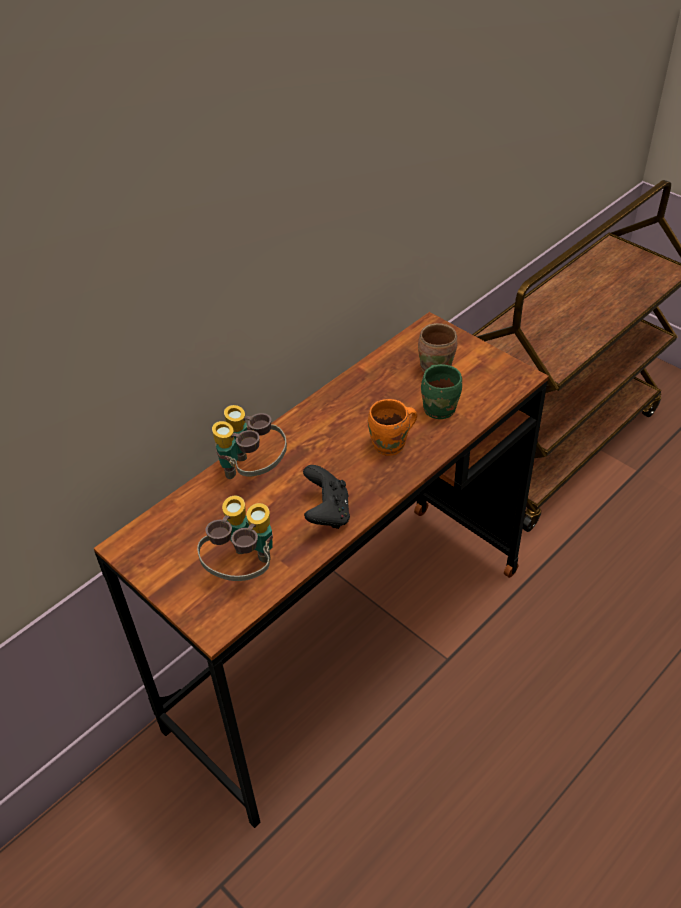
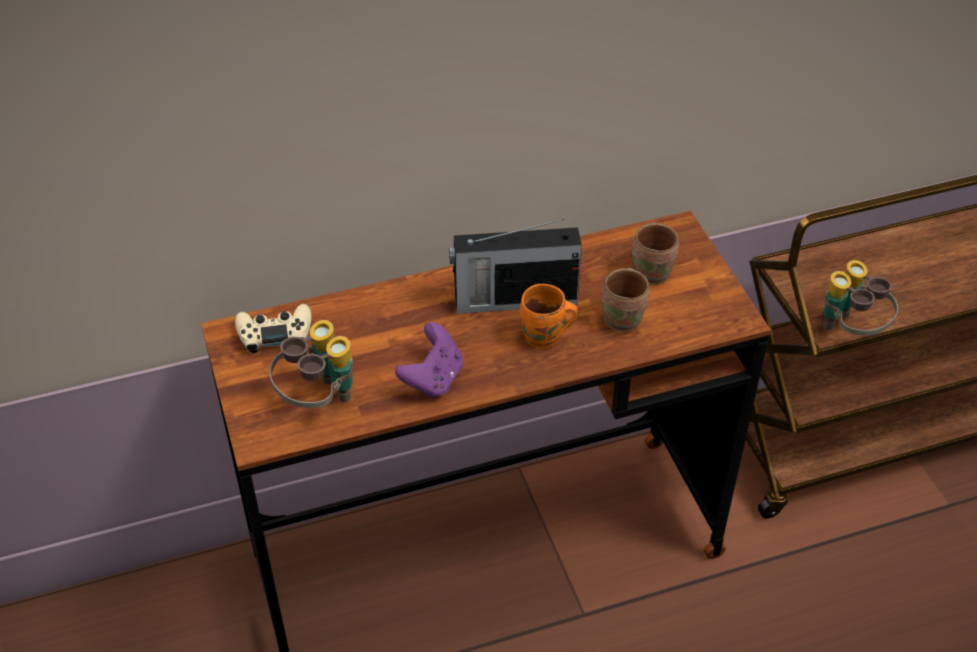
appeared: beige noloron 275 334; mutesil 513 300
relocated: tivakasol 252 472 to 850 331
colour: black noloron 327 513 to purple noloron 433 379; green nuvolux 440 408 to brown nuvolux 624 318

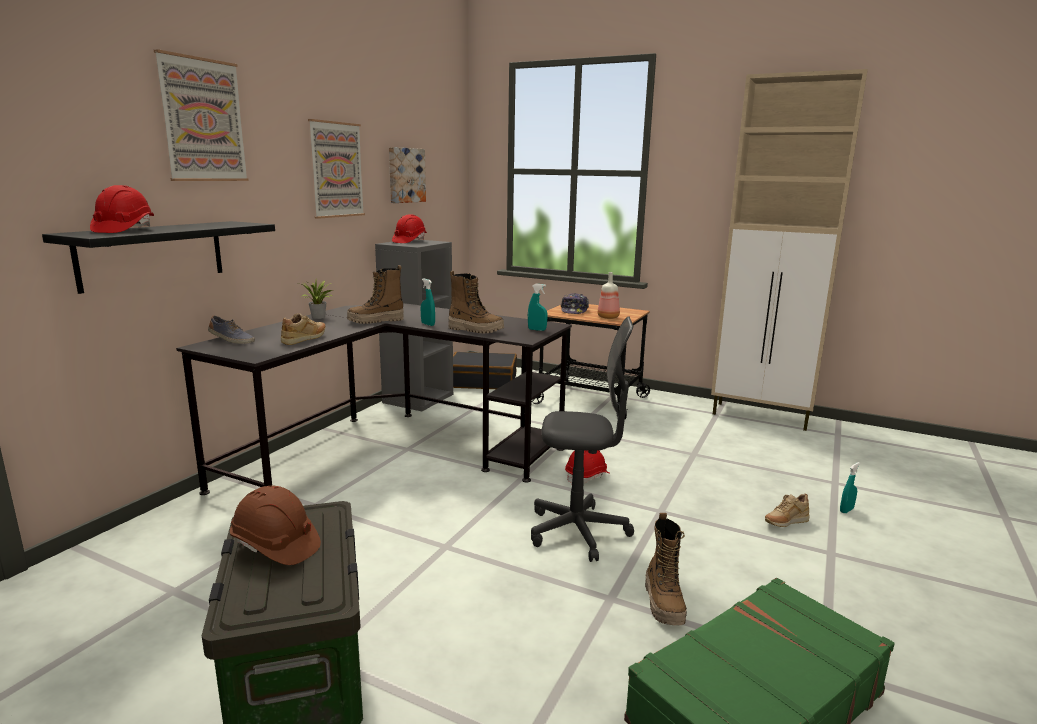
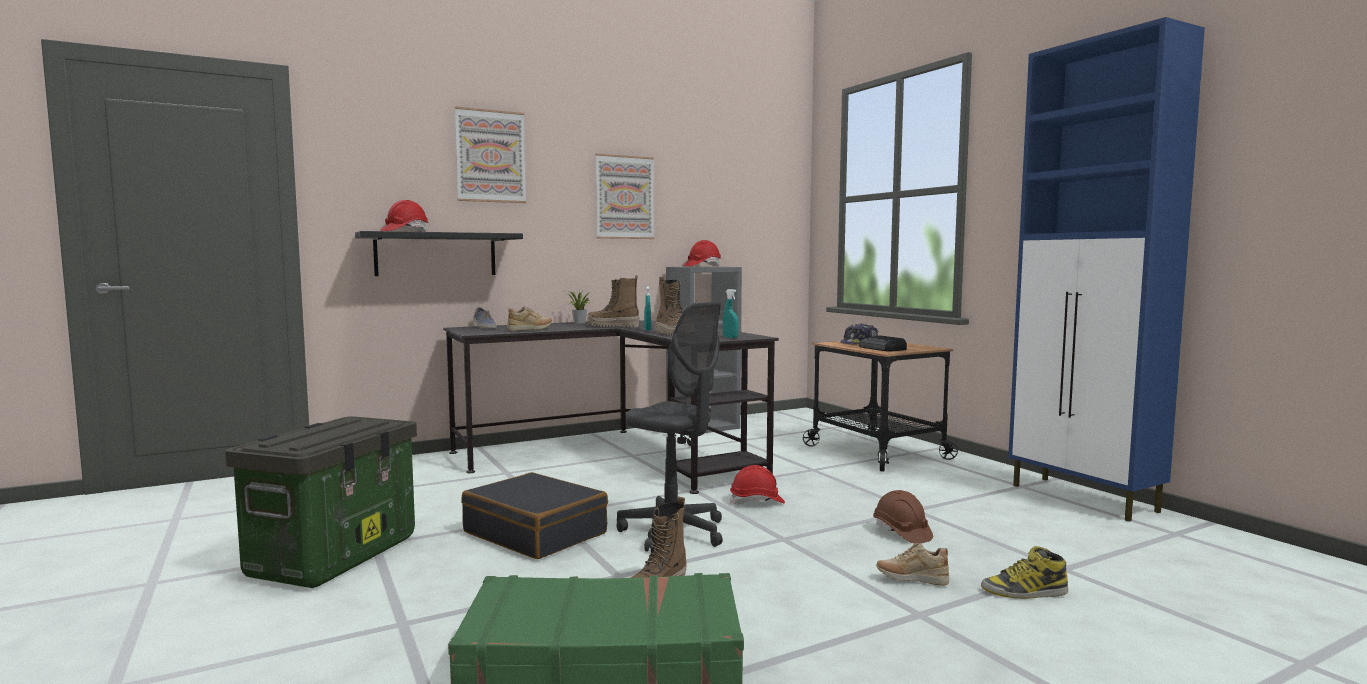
missing: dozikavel 405 175
relocated: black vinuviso 482 381 to 536 533; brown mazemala 275 546 to 901 533
exchanged: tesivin 609 317 to mutesil 882 349; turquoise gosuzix 846 510 to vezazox 1024 592
colour: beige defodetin 761 416 to blue defodetin 1084 499

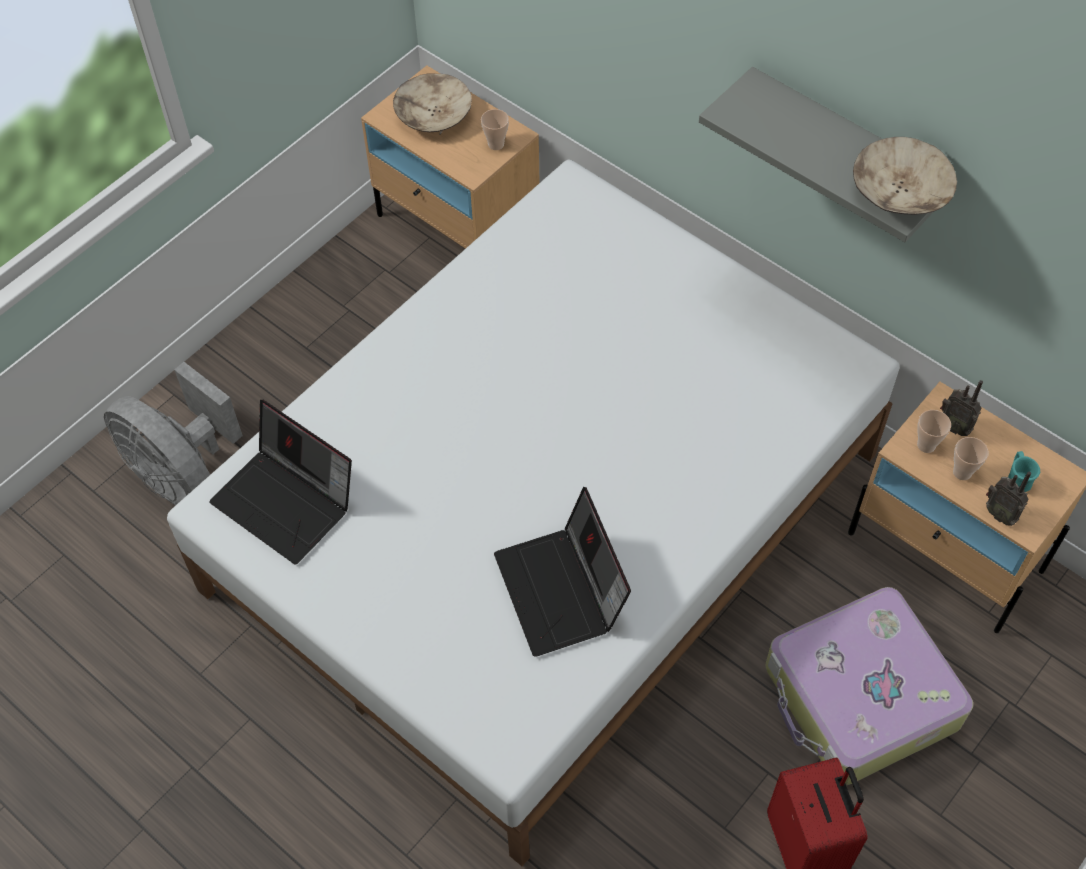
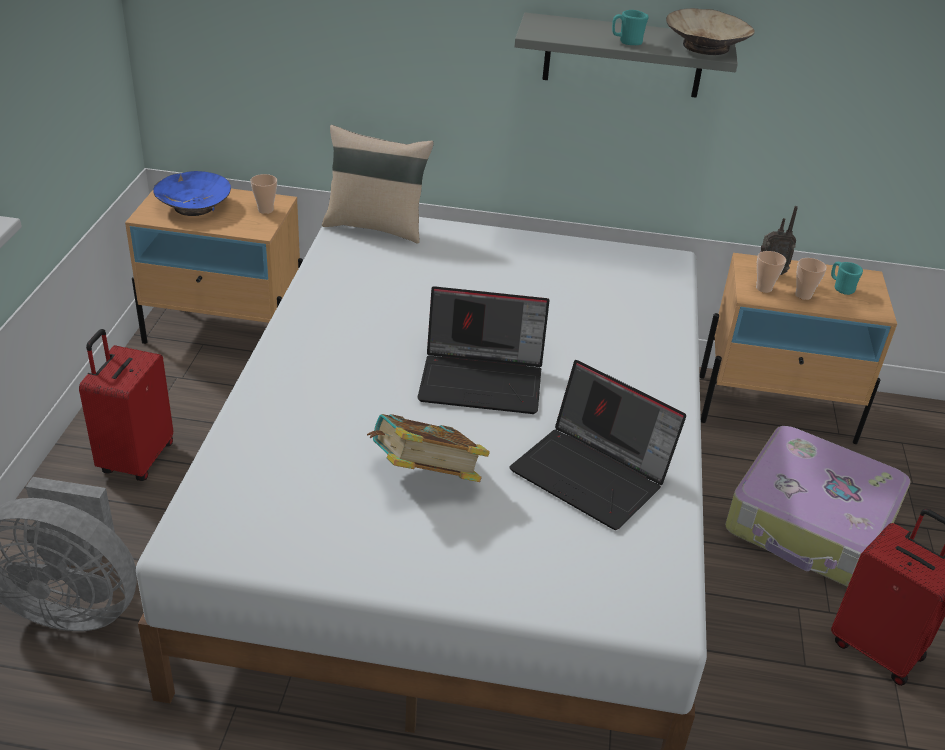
missing: mutesil 1000 514
appeared: red vinuviso 135 459; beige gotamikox 376 226; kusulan 425 477; turquoise nuvolux 627 42
relocated: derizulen 287 502 to 483 379
colour: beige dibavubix 433 116 to blue dibavubix 193 206

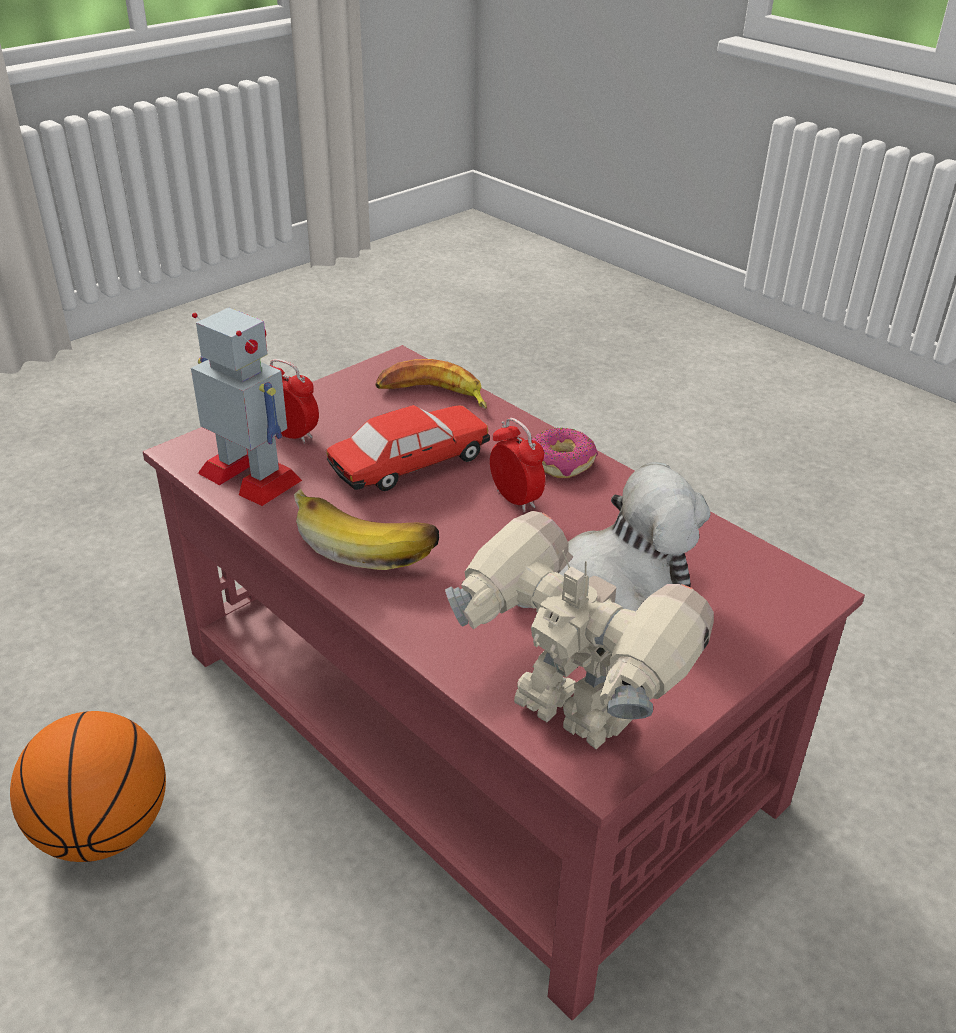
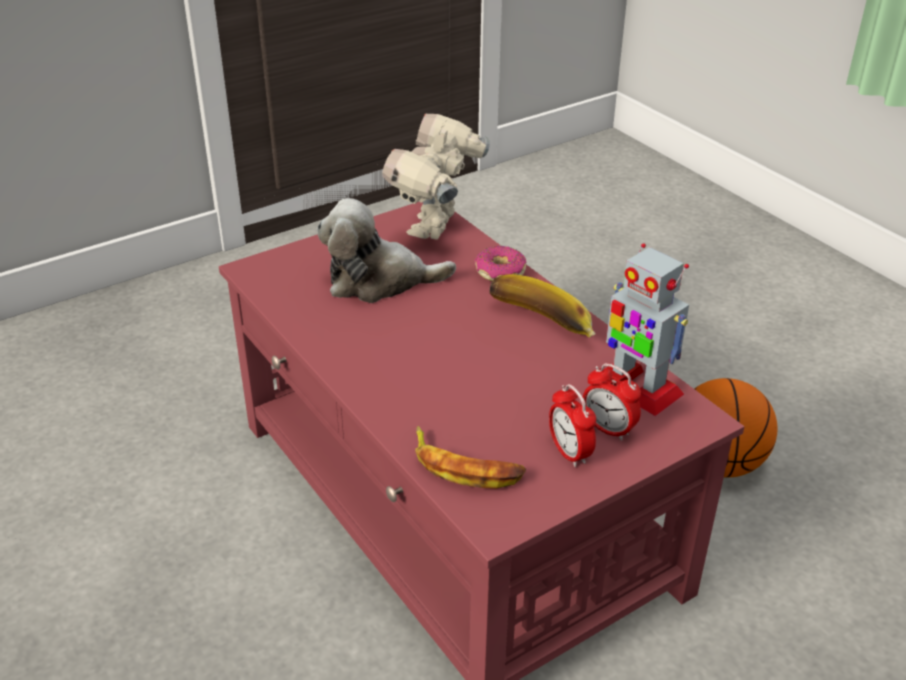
missing: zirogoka 410 464
relocated: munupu 562 462 to 500 272; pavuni 515 499 to 569 453
spun: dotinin 566 718 = 436 227 60 degrees clockwise

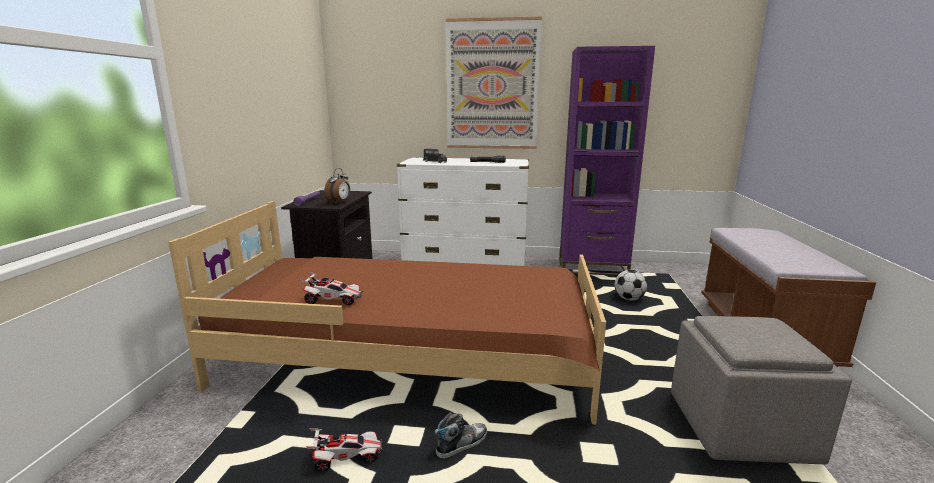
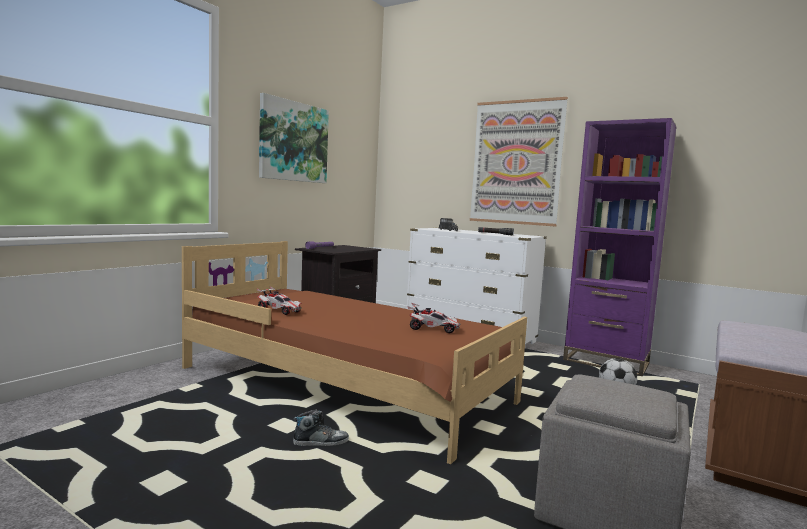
missing: pavuni 339 202
appeared: dozikavel 293 141
relocated: zirogoka 346 457 to 433 329

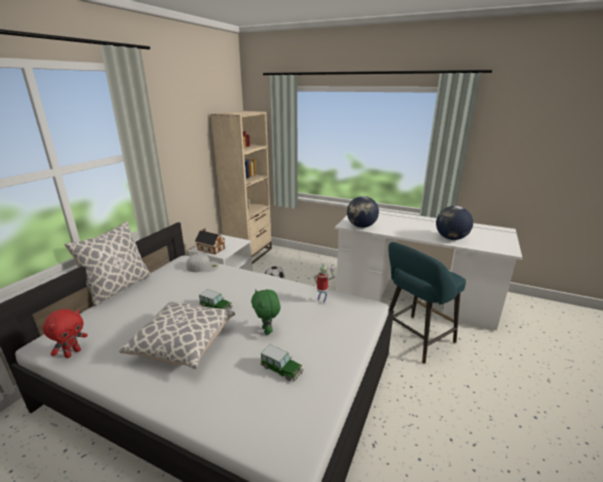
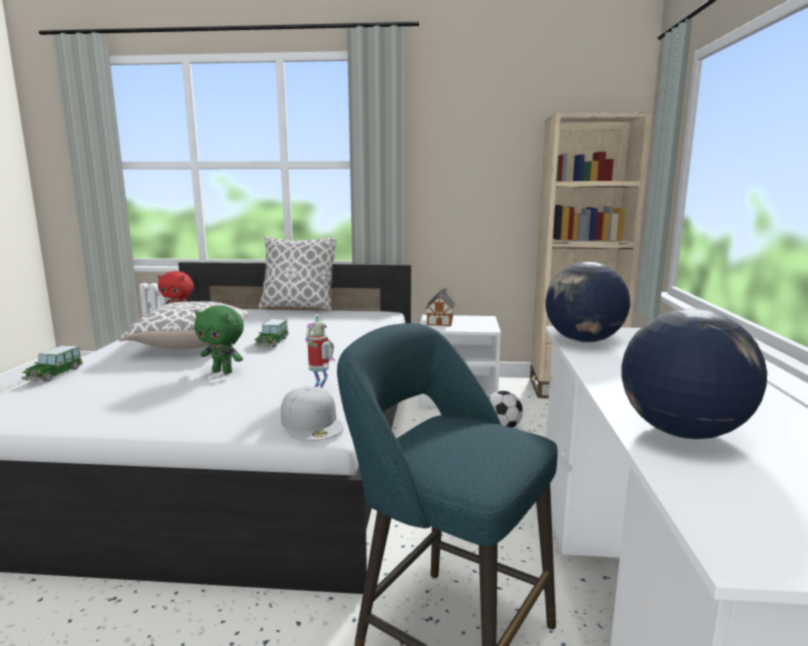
relocated: zirogoka 281 369 to 54 374; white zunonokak 203 266 to 312 423
spun: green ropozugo 267 330 = 223 372 120 degrees counterclockwise

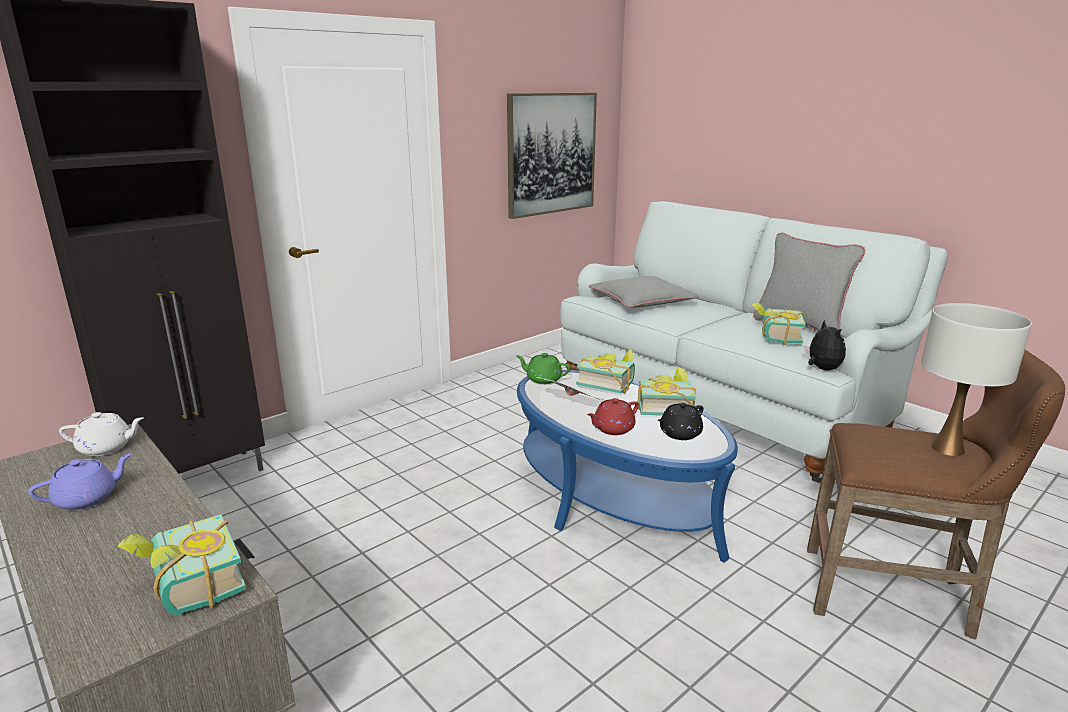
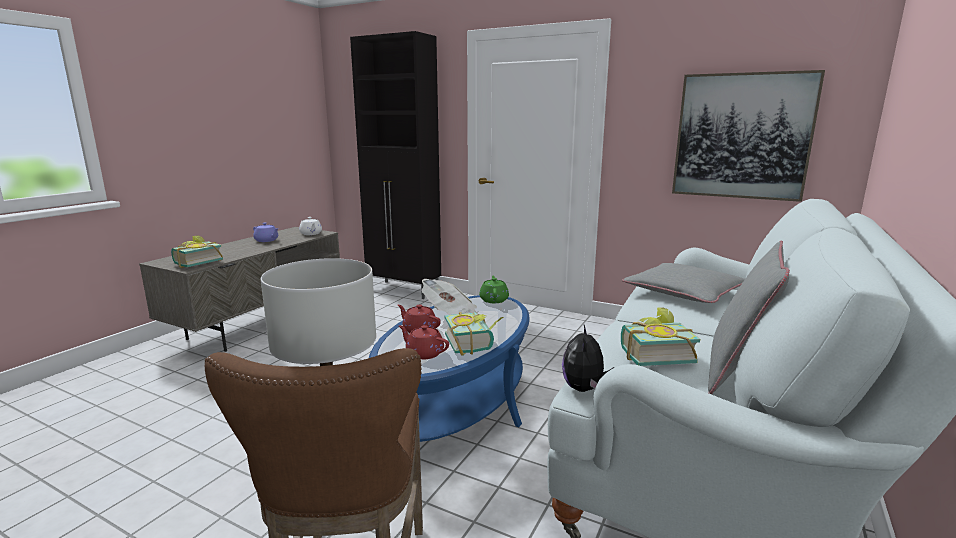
missing: kusulan 607 383
colour: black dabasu 679 434 to red dabasu 424 353
spun: ropozugo 821 369 = 584 389 135 degrees clockwise

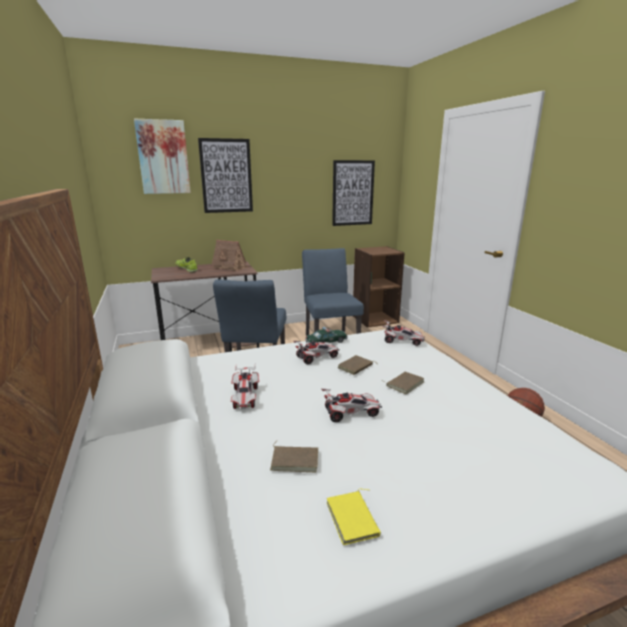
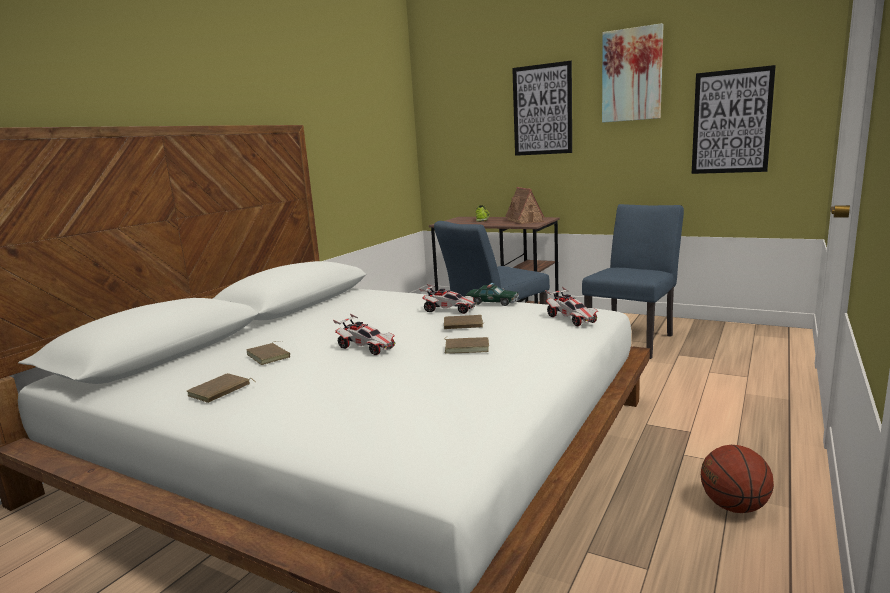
missing: zirogoka 245 397; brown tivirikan 375 319
relocated: dozikavel 163 157 to 632 75
colour: yellow kusulan 354 519 to brown kusulan 220 391

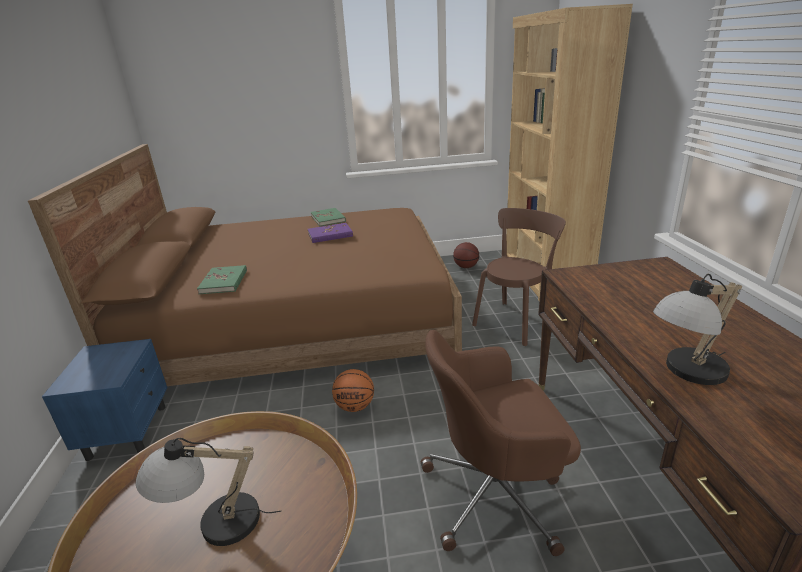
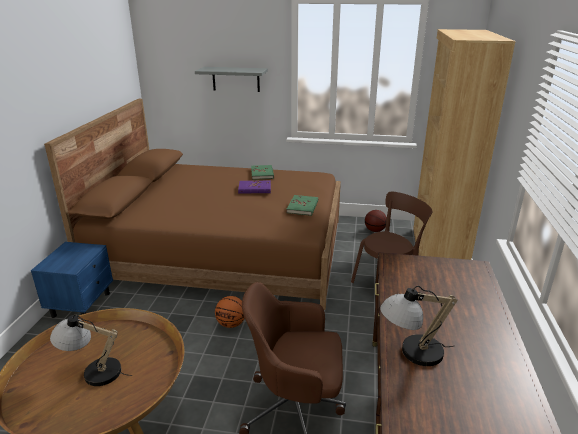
appeared: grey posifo 236 79
relocated: green kusulan 224 282 to 303 207

